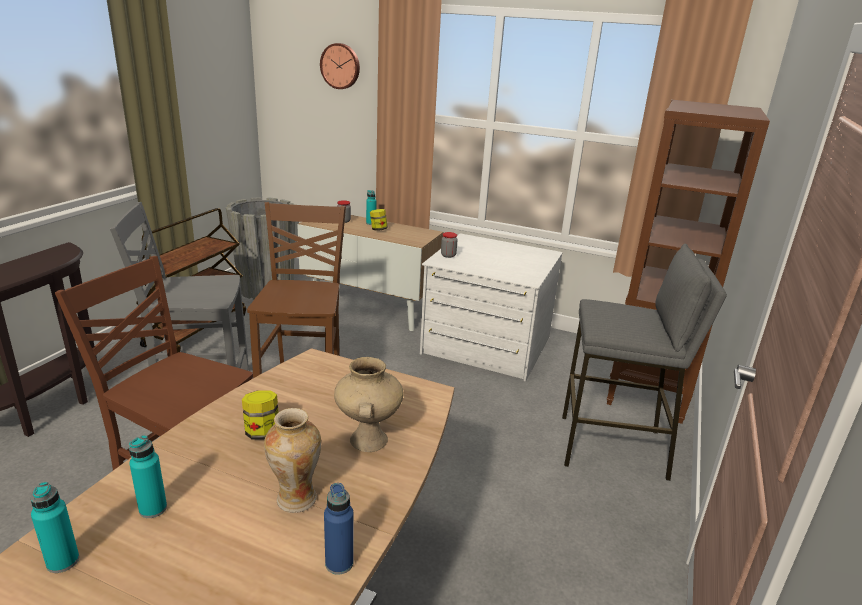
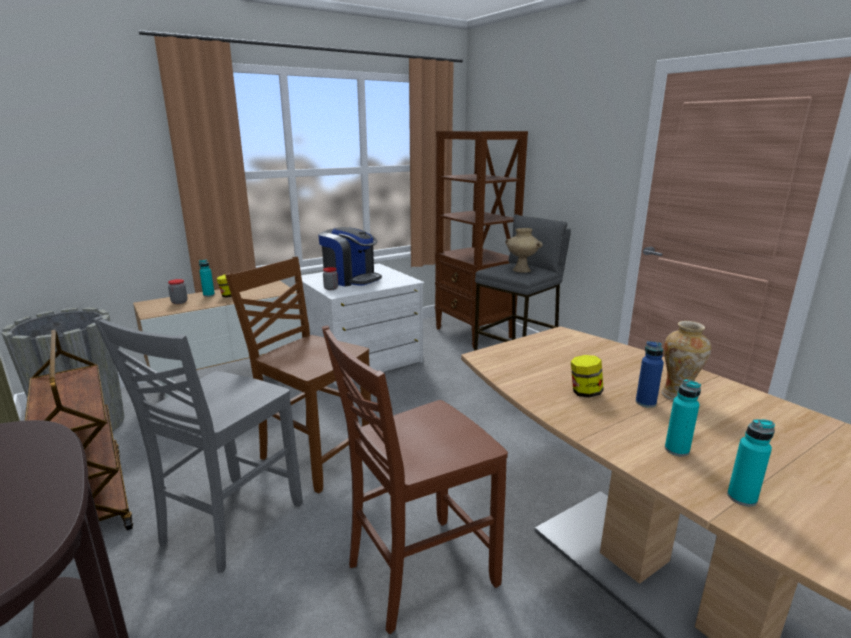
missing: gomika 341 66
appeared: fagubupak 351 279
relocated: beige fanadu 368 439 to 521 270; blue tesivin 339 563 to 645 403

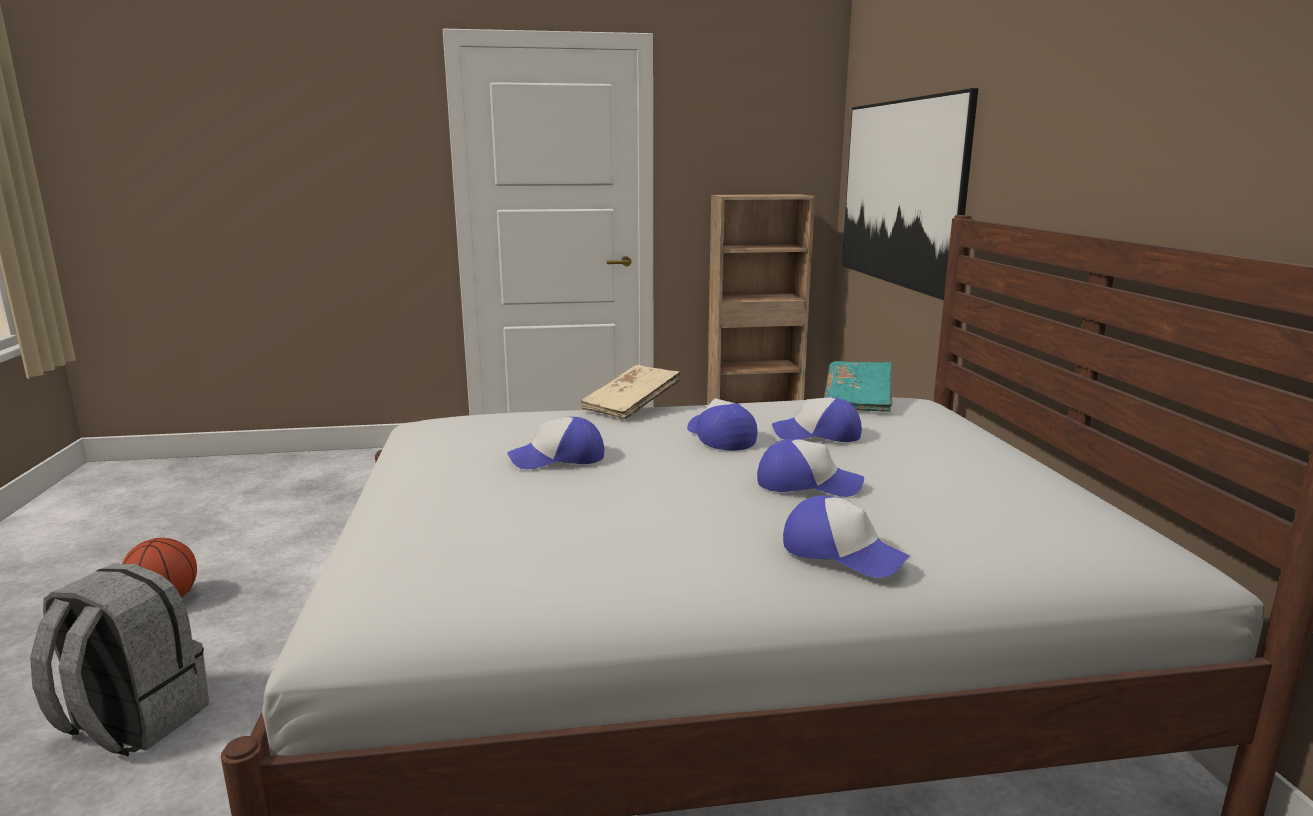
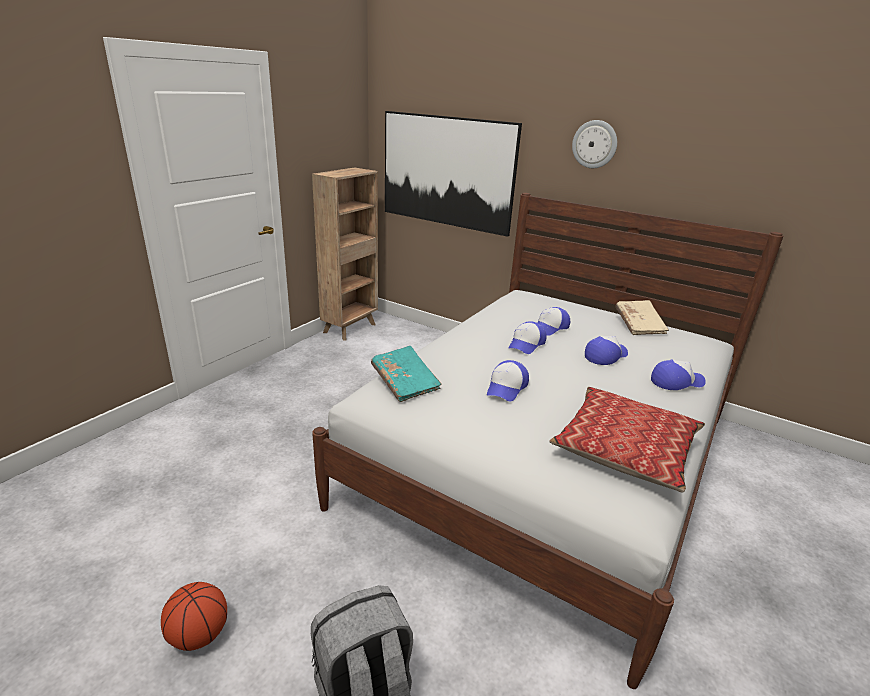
appeared: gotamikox 625 447; gomika 594 144
relocated: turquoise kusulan 857 401 to 405 383; beige kusulan 631 406 to 639 325
spun: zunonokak 719 437 = 526 344 75 degrees counterclockwise

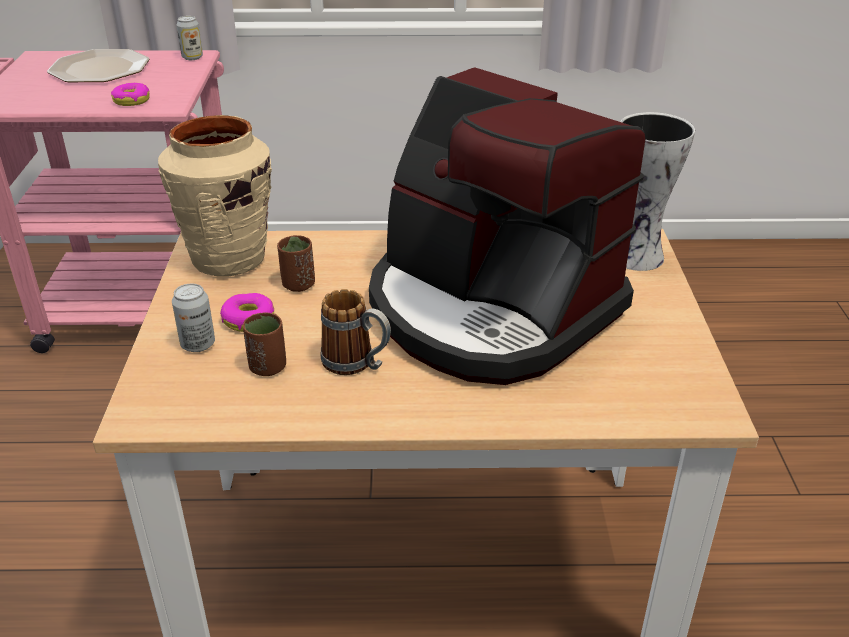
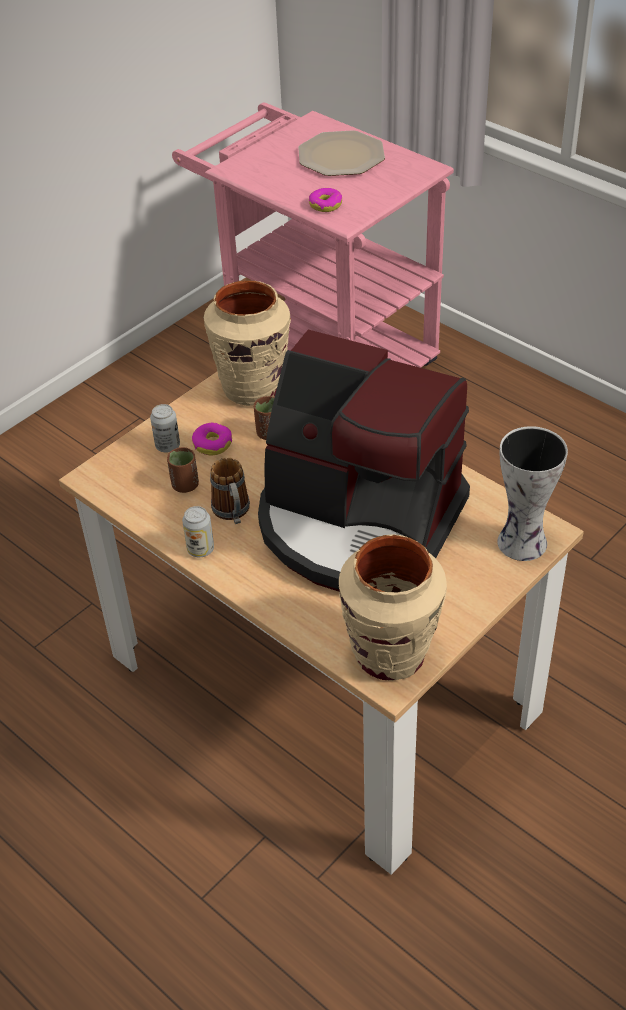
appeared: beige fanadu 390 655
relocated: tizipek 192 57 to 200 549
spun: fagubupak 489 310 = 359 523 60 degrees counterclockwise

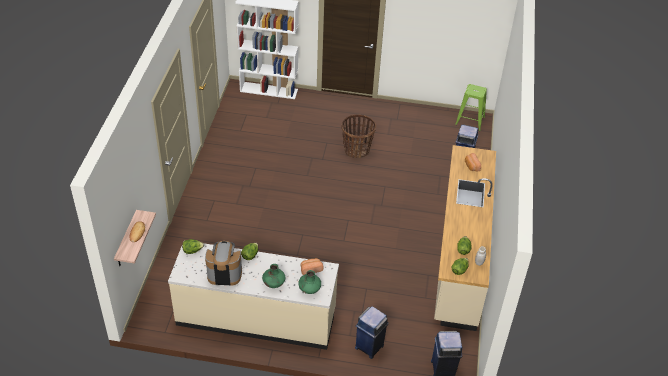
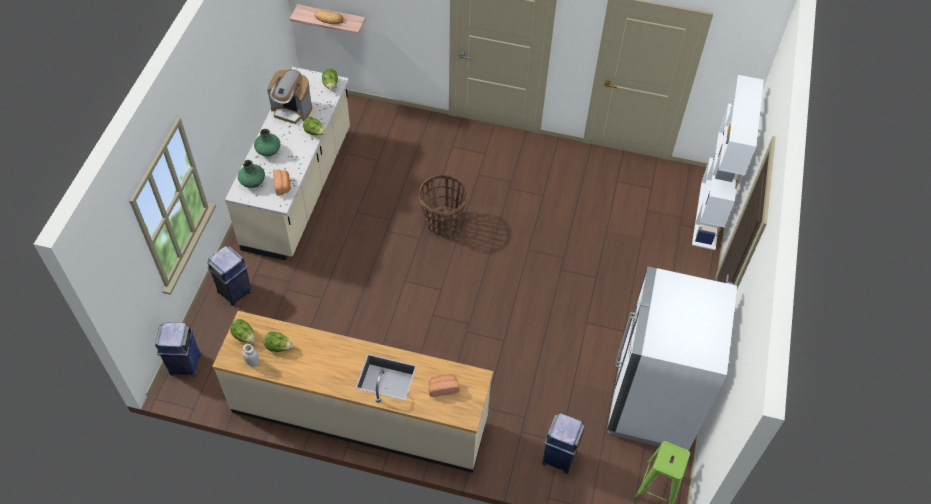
appeared: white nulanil 652 402
relocated: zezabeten 356 150 to 443 222
spun: fagubupak 224 274 = 292 110 105 degrees clockwise

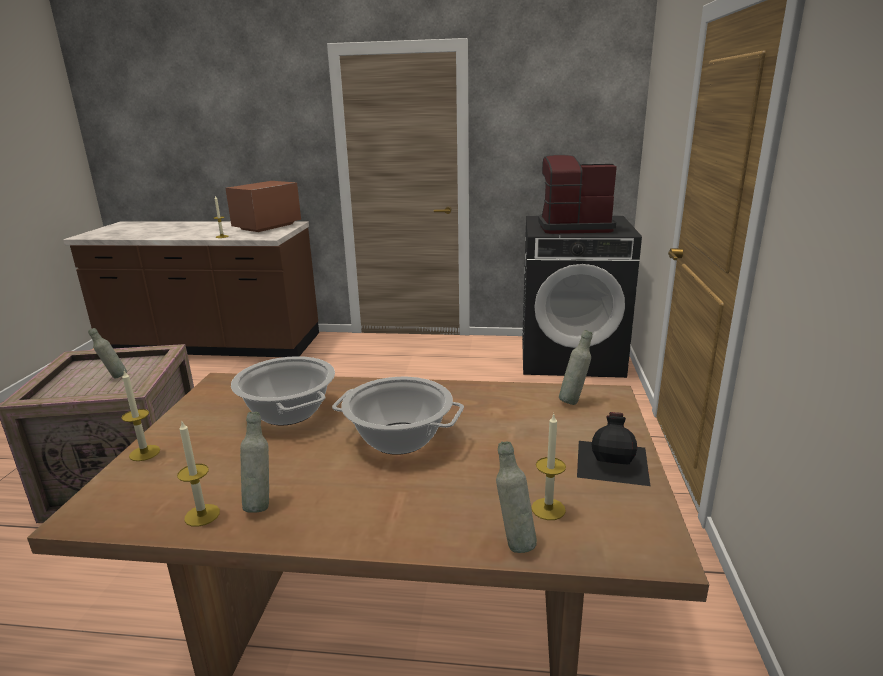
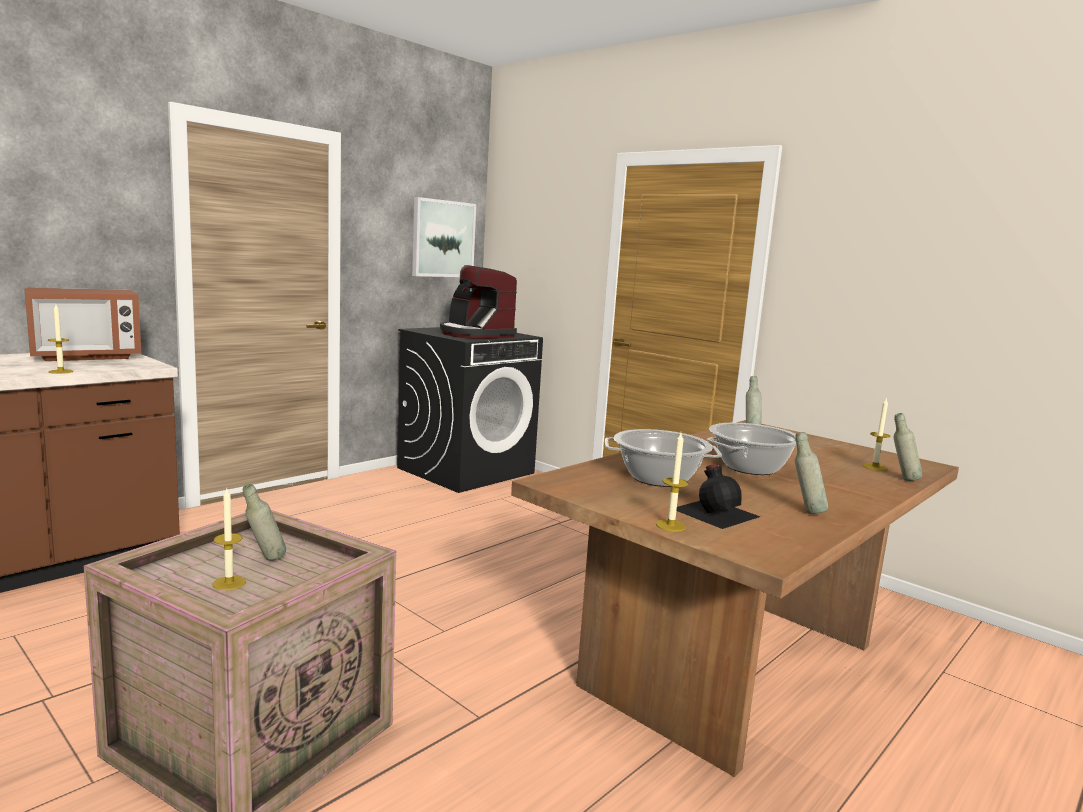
appeared: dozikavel 443 238
relocated: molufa 202 515 to 229 583; black tesivin 613 461 to 715 512
spun: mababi 267 226 = 86 357 105 degrees counterclockwise; fagubupak 573 227 = 475 334 75 degrees counterclockwise

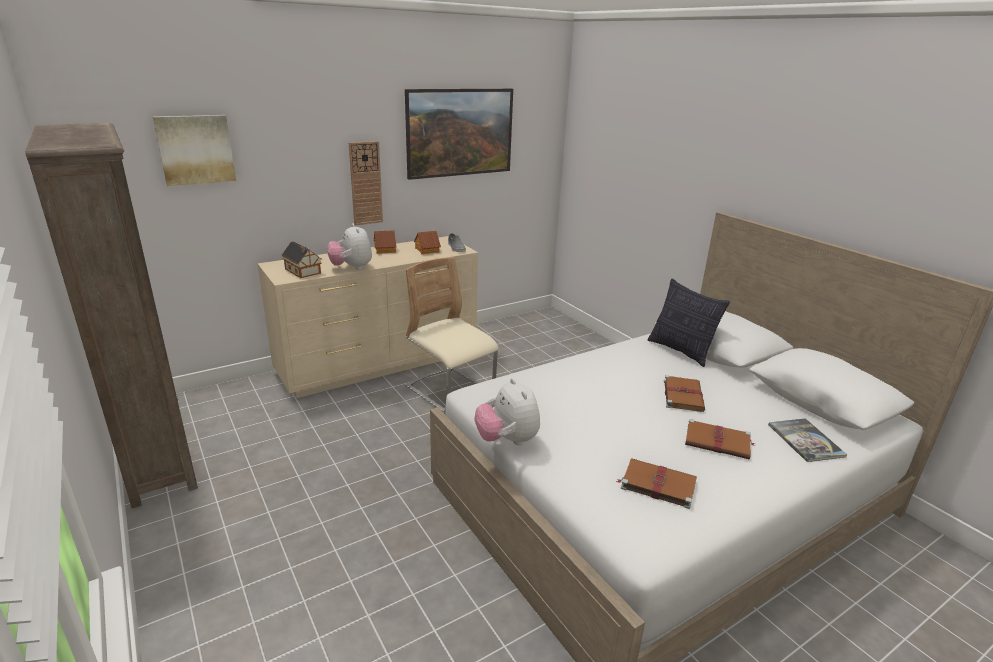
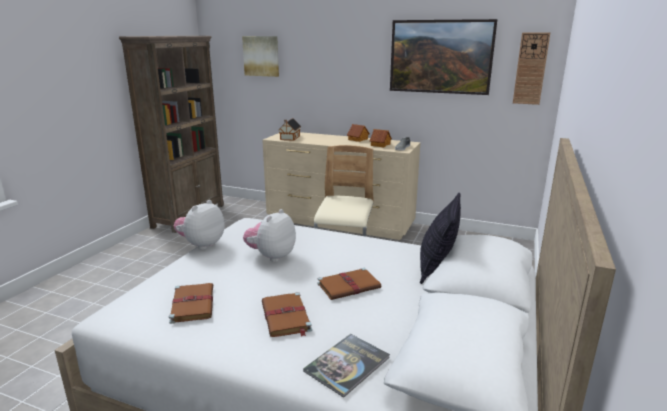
relocated: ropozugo 351 268 to 271 256; gomika 365 183 to 530 69

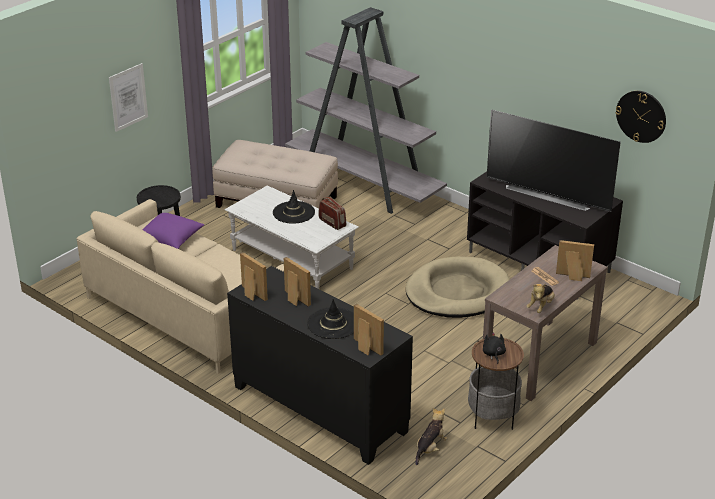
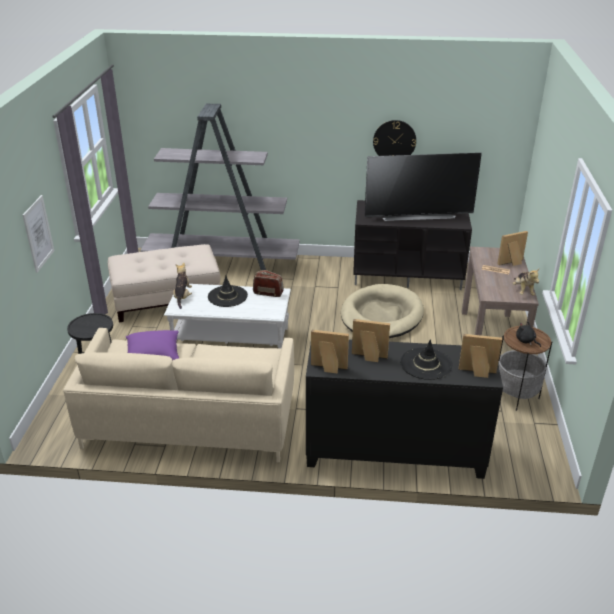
relocated: ropozugo 430 449 to 182 297; gomika 641 116 to 394 141

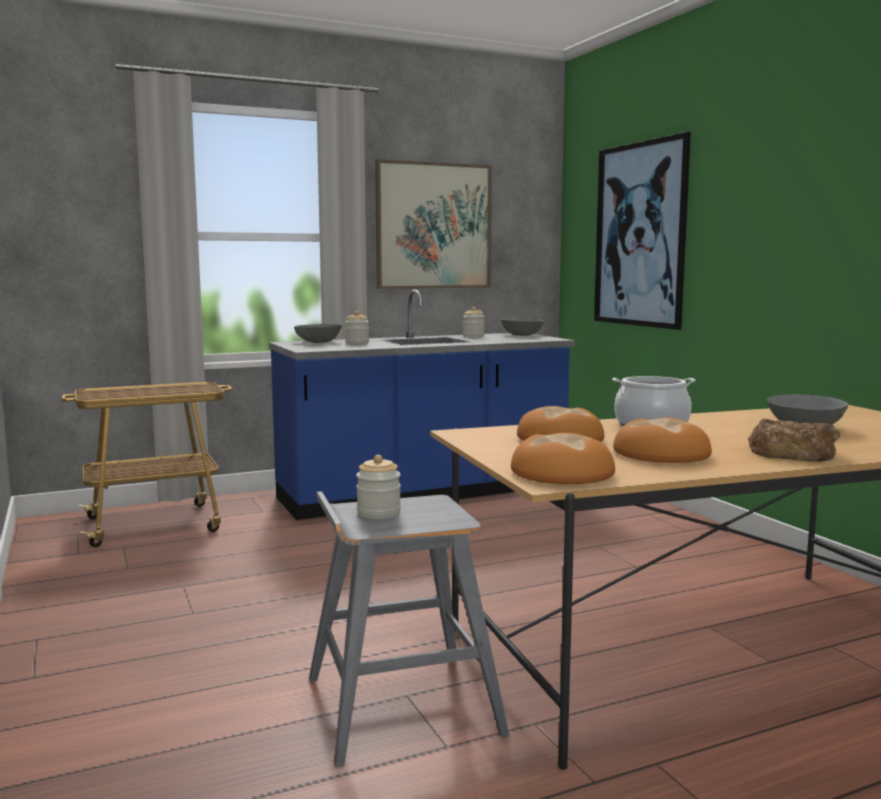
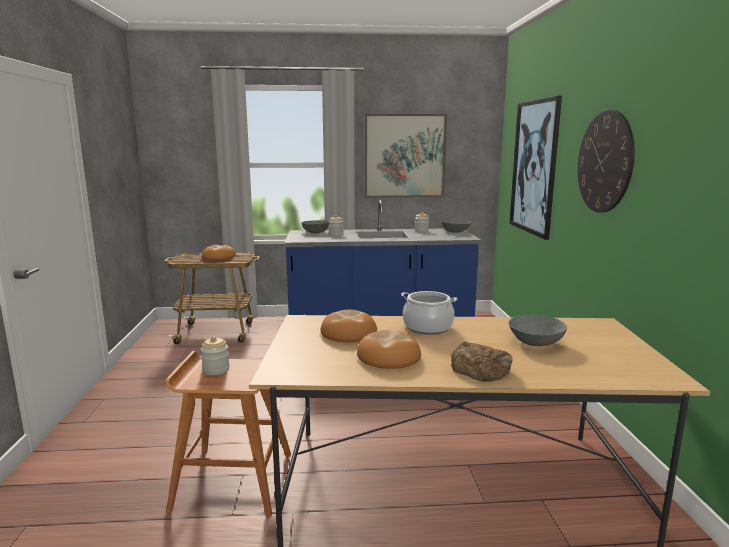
appeared: gomika 604 162
relocated: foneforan 562 473 to 218 257
colour: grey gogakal 399 705 to brown gogakal 232 481

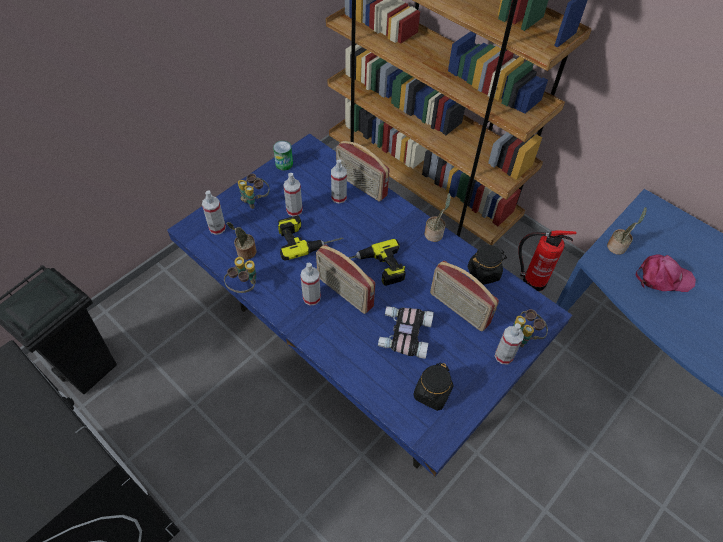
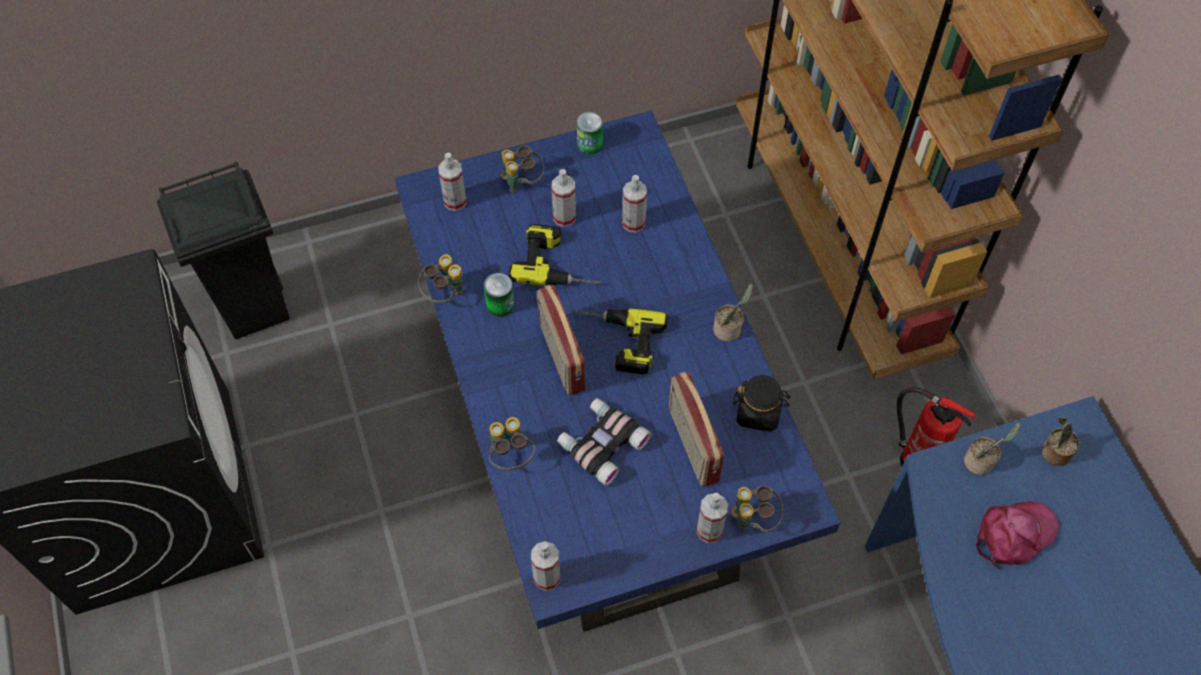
missing: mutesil 361 185; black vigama 432 393
appeared: tizipek 500 304; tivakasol 511 457
relocated: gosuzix 311 298 to 547 577; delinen 245 252 to 1053 453
spun: pink zunonokak 663 278 = 1013 535 60 degrees counterclockwise

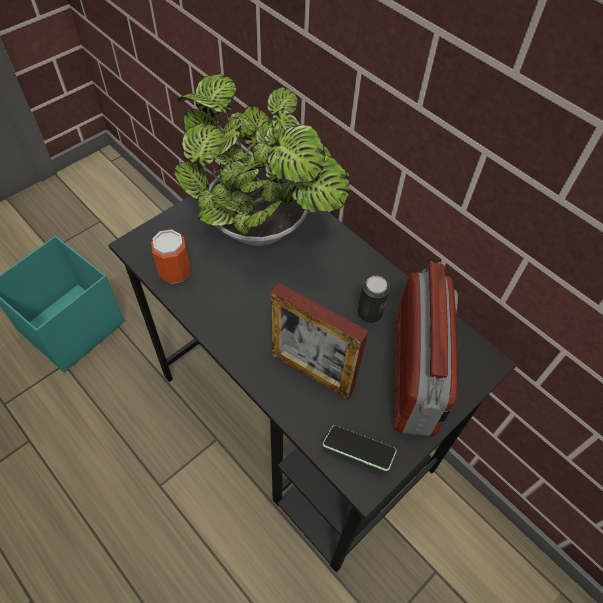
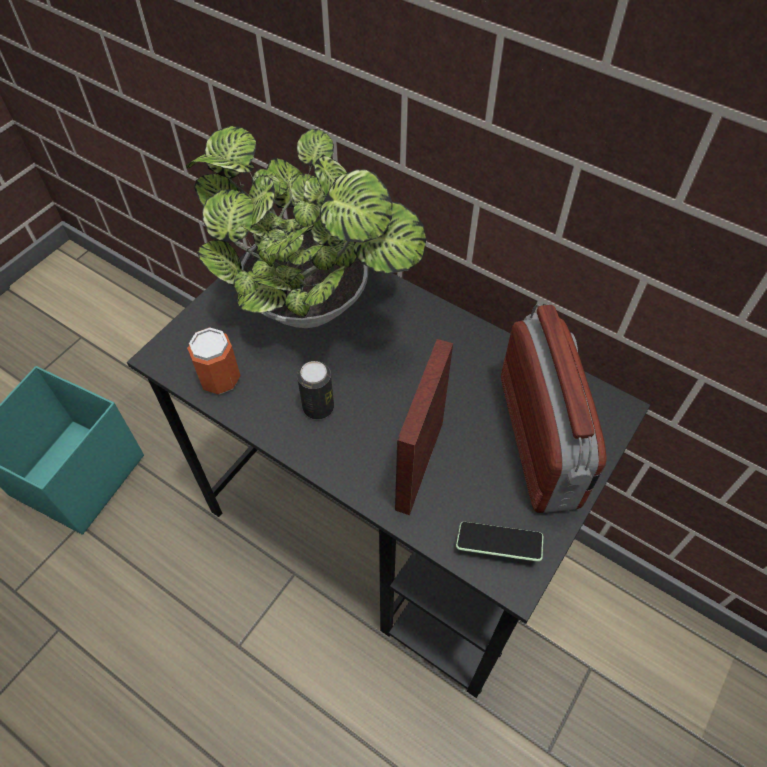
relocated: tizipek 369 313 to 318 407
spun: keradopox 312 372 = 419 465 90 degrees clockwise

